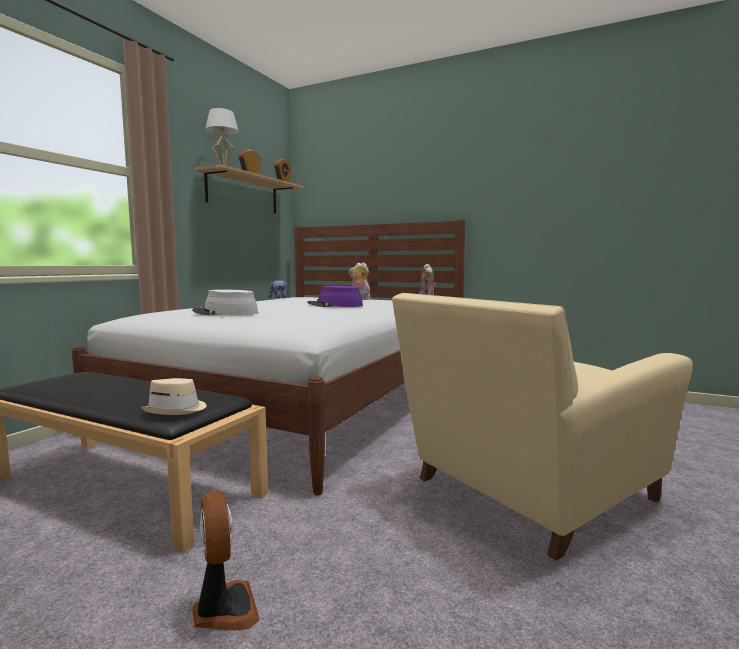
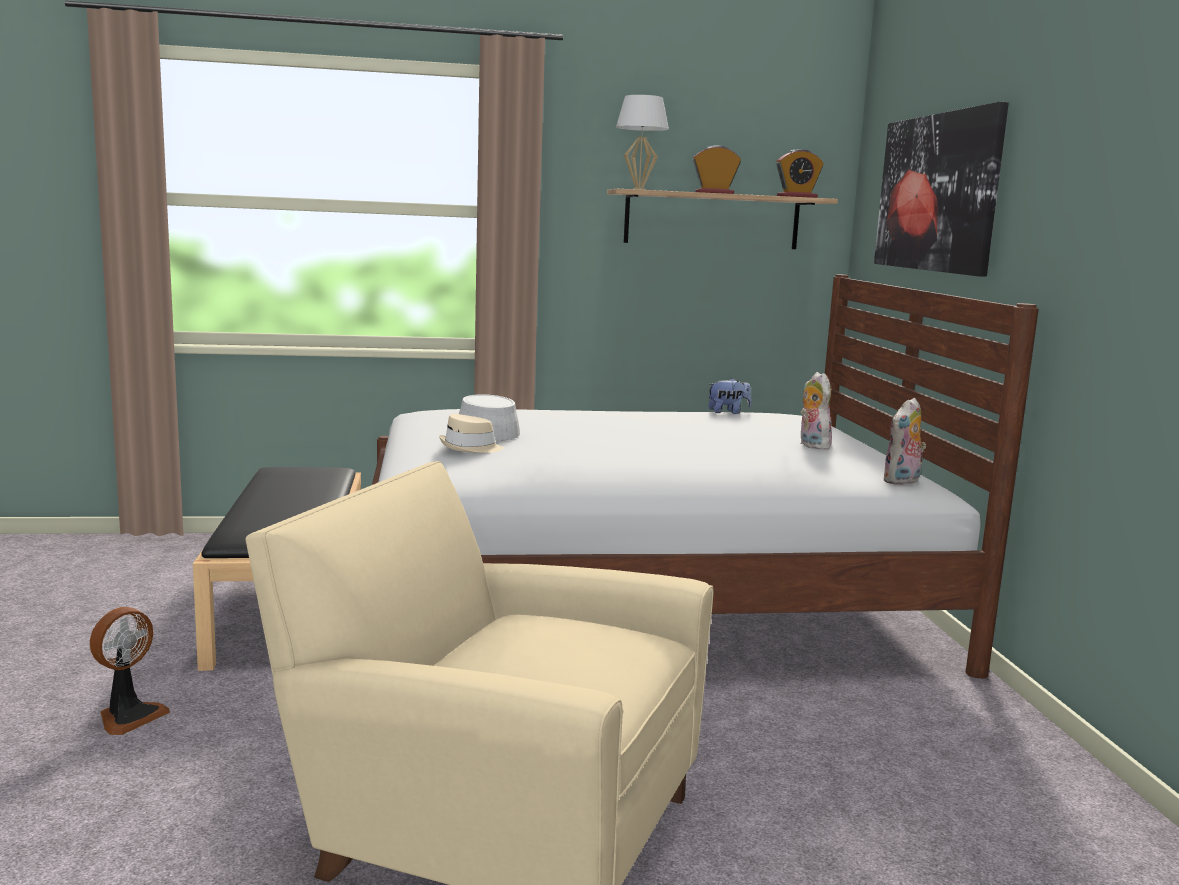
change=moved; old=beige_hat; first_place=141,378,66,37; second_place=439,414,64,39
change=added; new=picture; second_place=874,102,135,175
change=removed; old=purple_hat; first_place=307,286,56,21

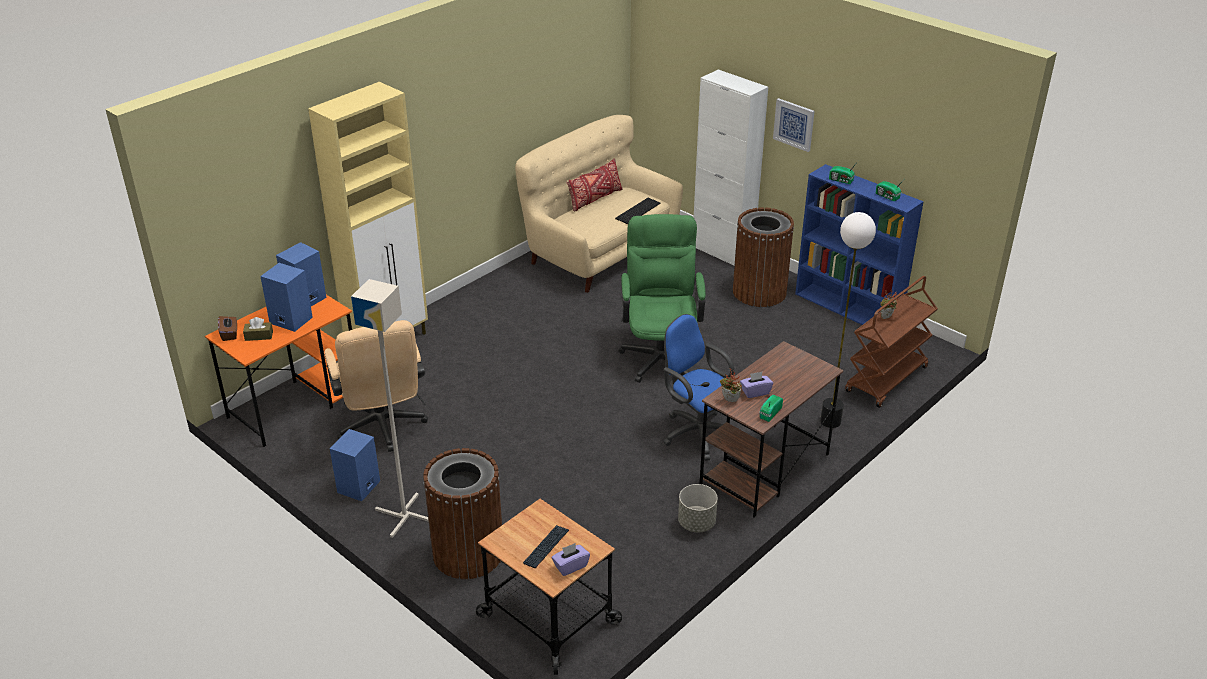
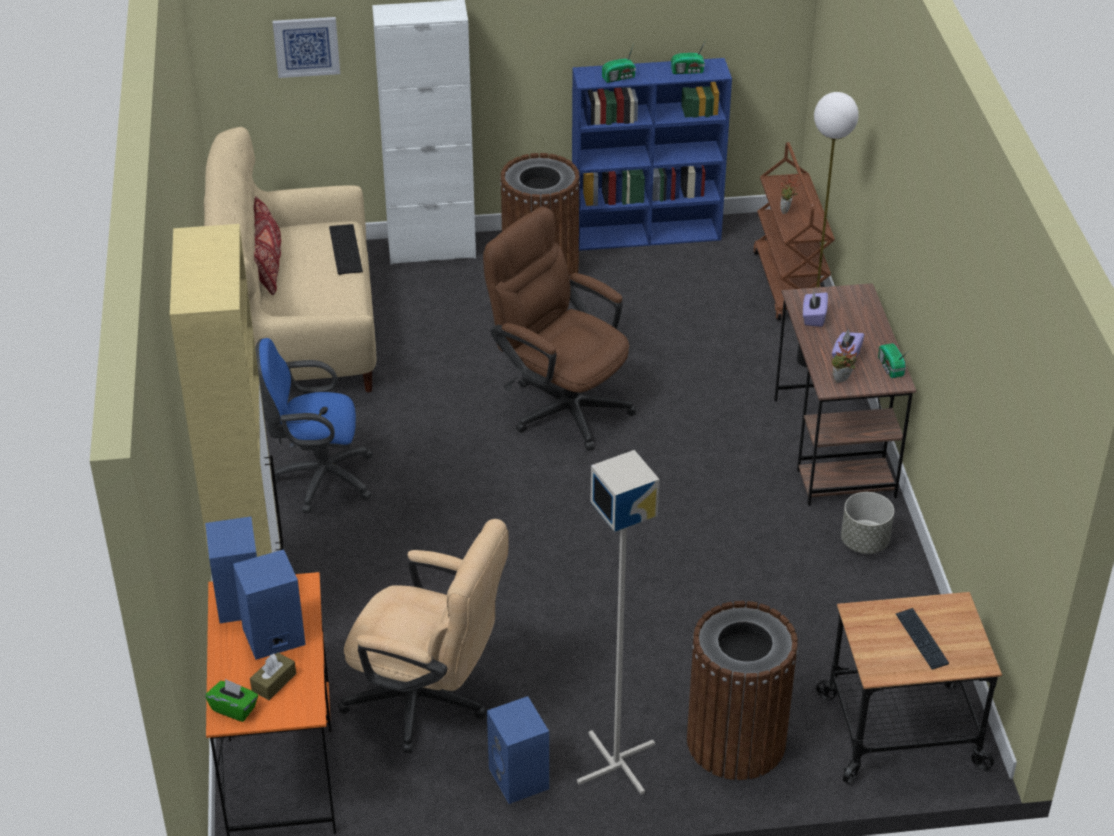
change=recoloured; old=brown_tissue_box; new=green_tissue_box; first_place=218,316,19,25; second_place=205,679,53,43
change=moved; old=blue_office_chair; first_place=663,314,71,147; second_place=255,338,118,175
change=moved; old=picture; first_place=773,98,41,54; second_place=273,17,67,61
change=recoloured; old=green_office_chair; new=brown_office_chair; first_place=619,214,87,169; second_place=483,207,153,244
change=moved; old=purple_tissue_box; first_place=552,543,38,33; second_place=803,291,25,36

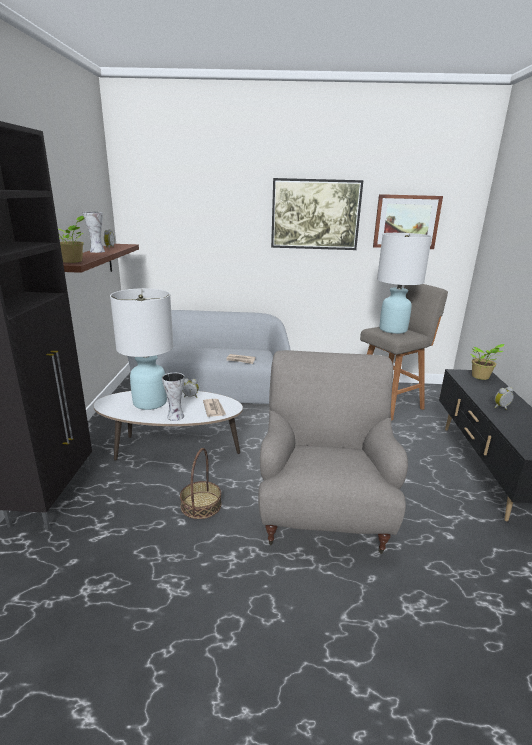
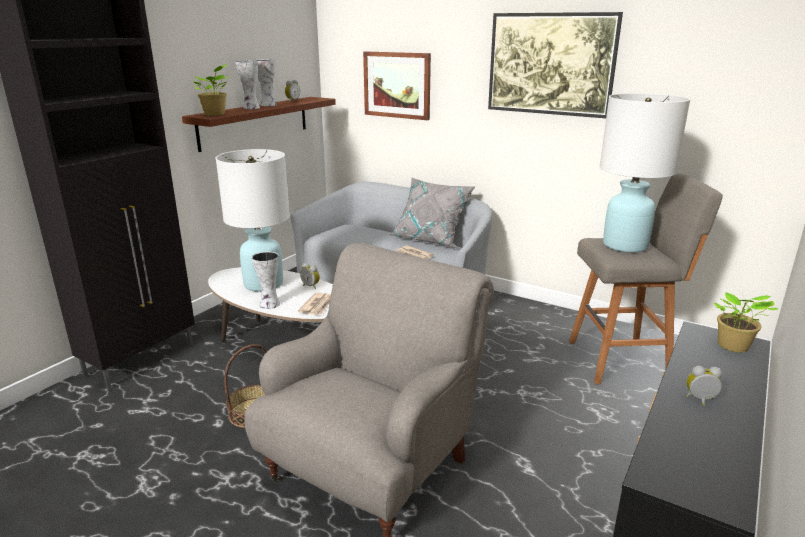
change=added; new=vase; second_place=235,61,25,48
change=moved; old=picture; first_place=373,194,70,55; second_place=363,52,68,68
change=added; new=grey_pillow; second_place=389,178,86,70

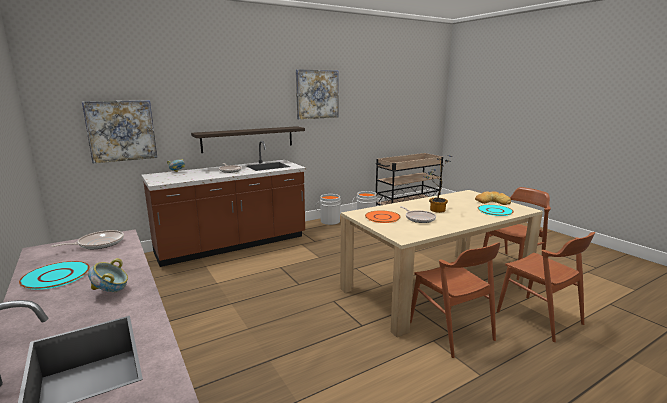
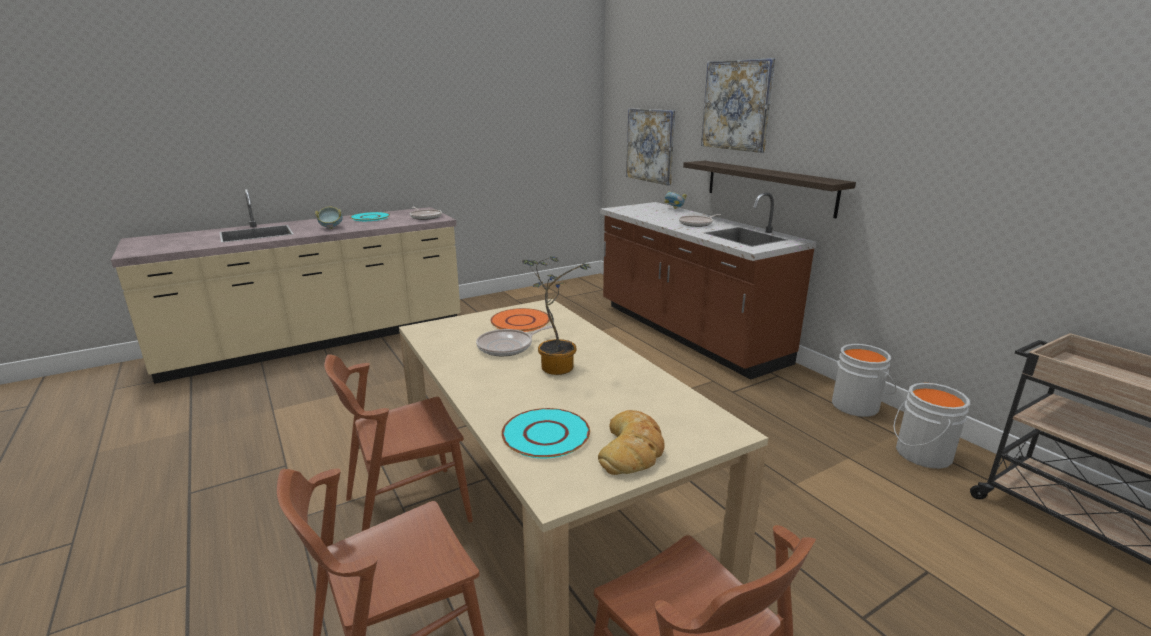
change=moved; old=picture; first_place=296,69,43,50; second_place=701,58,74,95

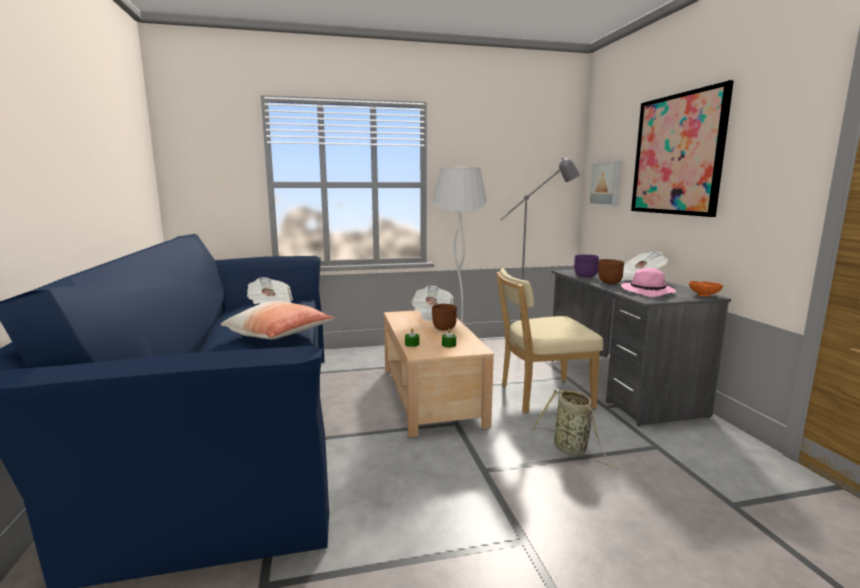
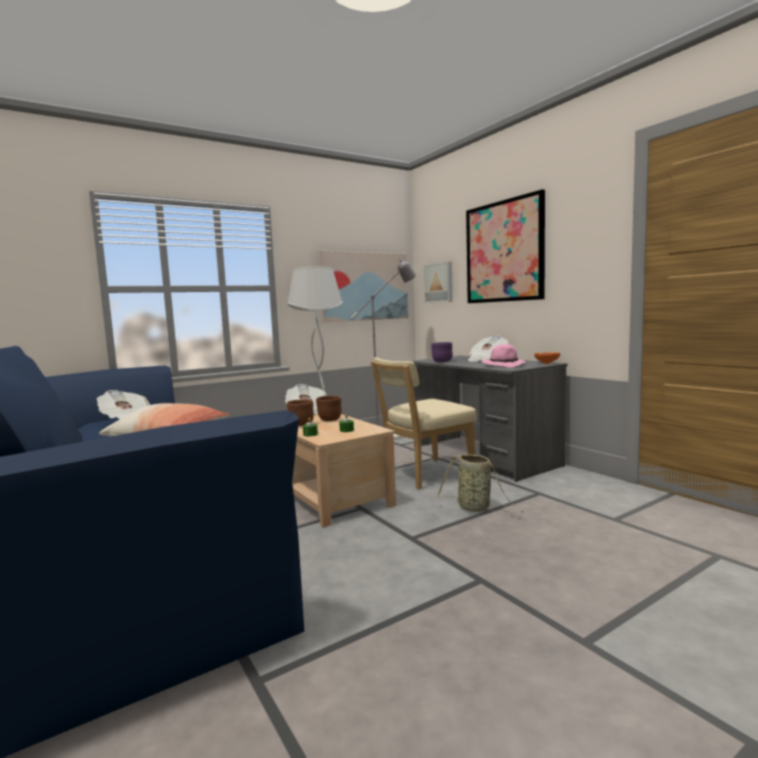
change=moved; old=brown_bowl; first_place=598,259,26,25; second_place=287,400,27,26
change=added; new=picture; second_place=317,251,92,71

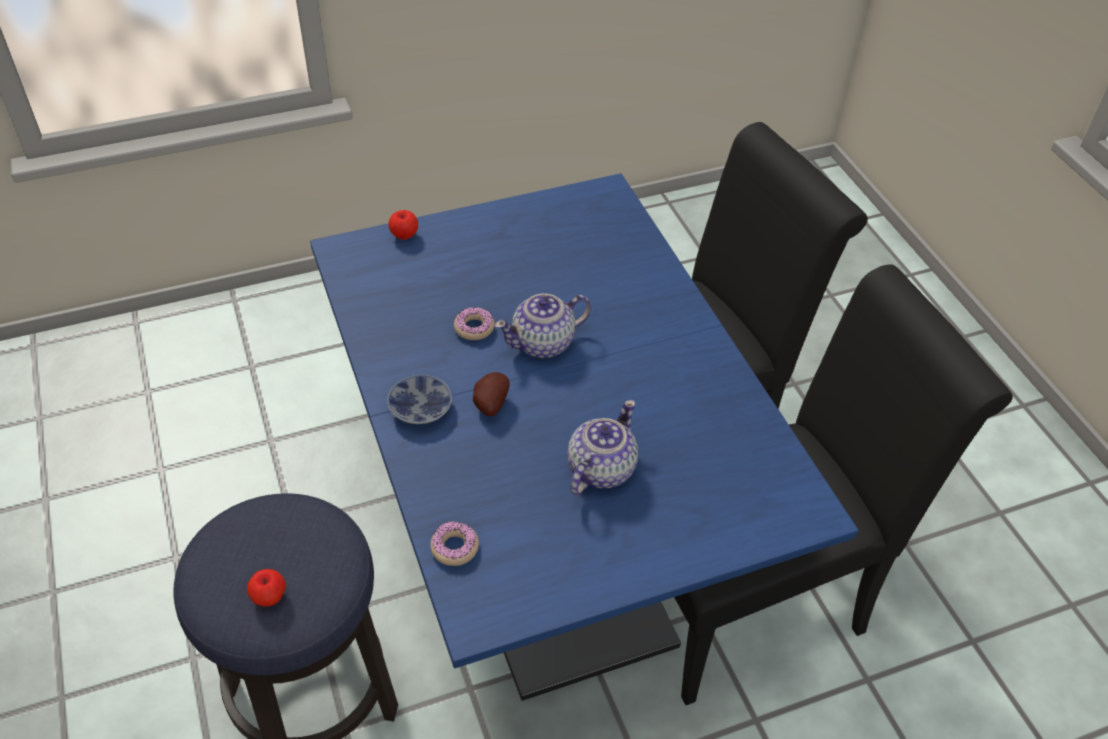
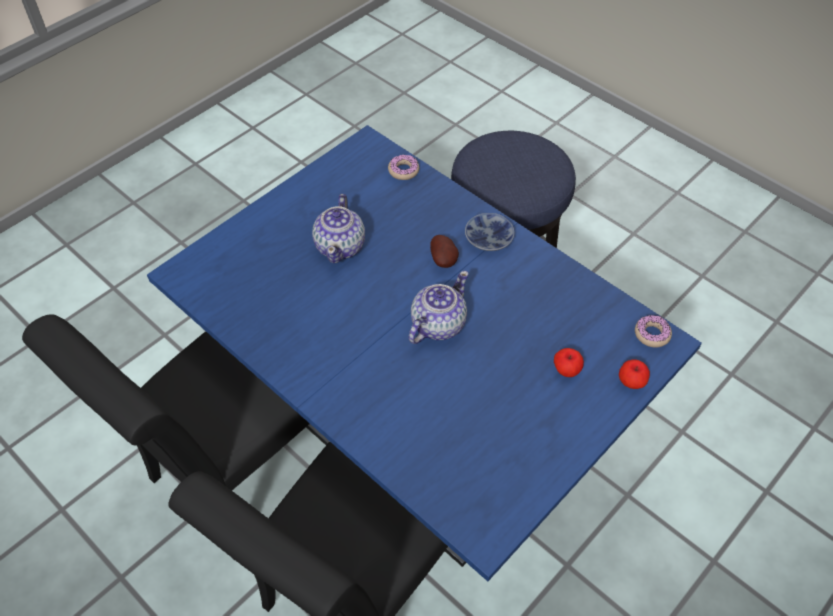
change=moved; old=apple; first_place=247,569,39,37; second_place=554,348,30,29
change=moved; old=donut; first_place=454,307,41,33; second_place=635,315,37,33

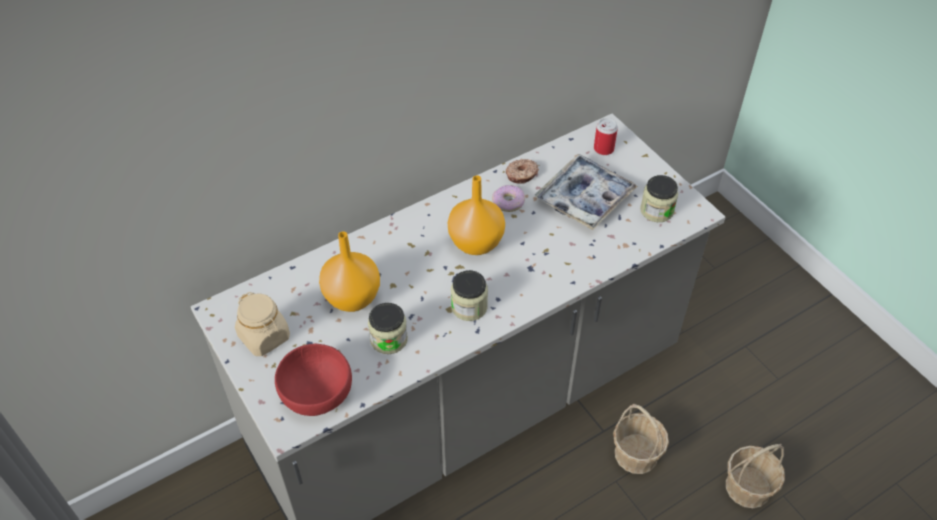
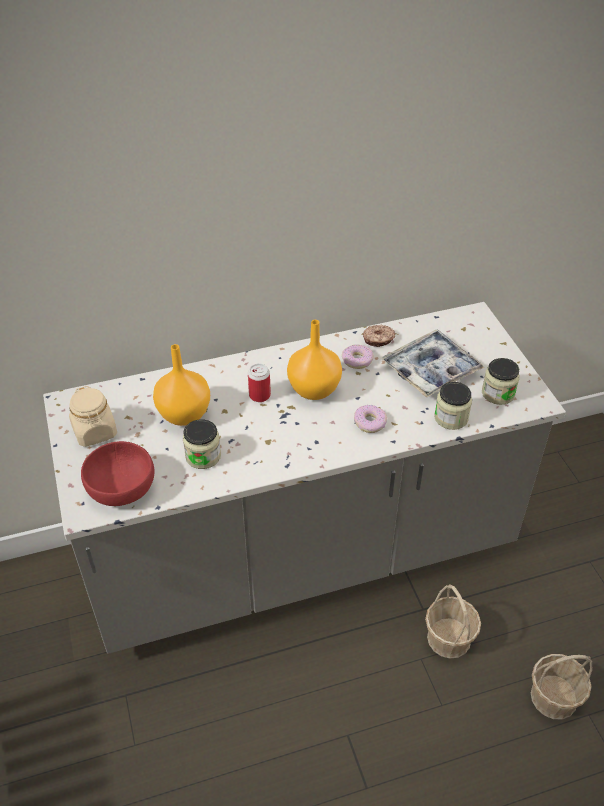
change=moved; old=can; first_place=594,118,24,37; second_place=248,363,23,39
change=added; new=donut; second_place=354,405,33,28
change=moved; old=jar; first_place=451,270,37,51; second_place=434,382,38,48

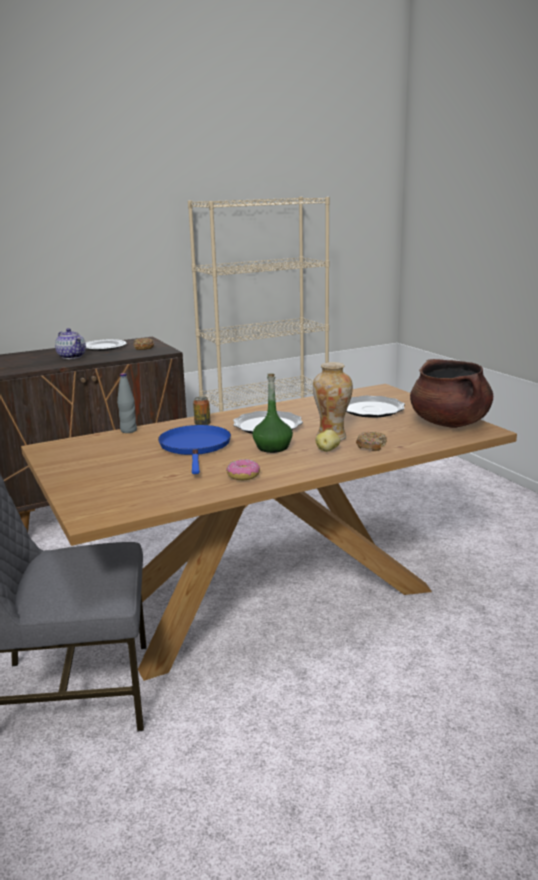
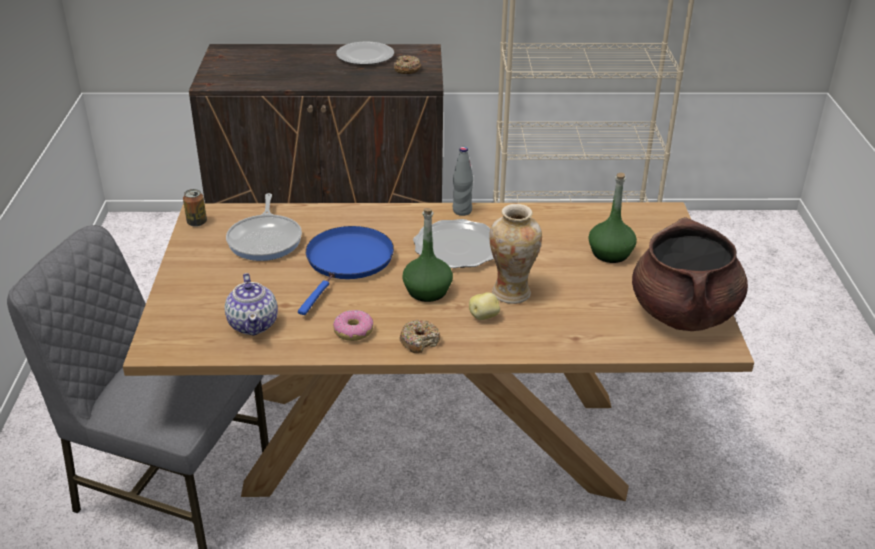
change=moved; old=can; first_place=193,396,17,29; second_place=183,189,24,38
change=moved; old=teapot; first_place=55,328,31,31; second_place=224,273,54,63
change=added; new=frying_pan; second_place=226,193,76,68
change=moved; old=donut; first_place=356,432,31,19; second_place=400,320,40,33
change=moved; old=grey_bottle; first_place=117,373,20,60; second_place=453,147,20,69
change=replaced; old=plate; new=green_bottle; first_place=346,396,59,21; second_place=588,173,49,90

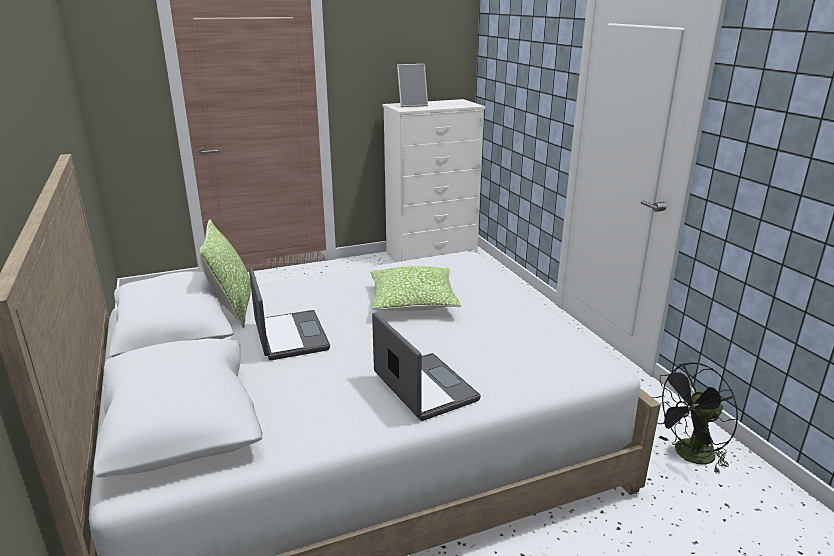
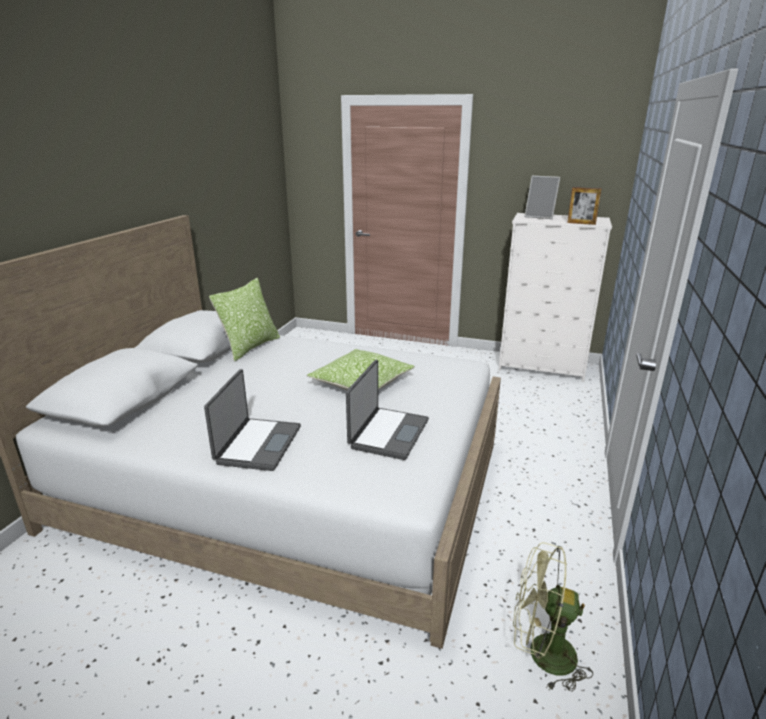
change=moved; old=laptop; first_place=249,267,81,93; second_place=346,360,83,100
change=recoloured; old=black_fan; new=green_fan; first_place=652,362,86,112; second_place=513,542,80,150
change=added; new=picture_frame; second_place=567,187,34,38

